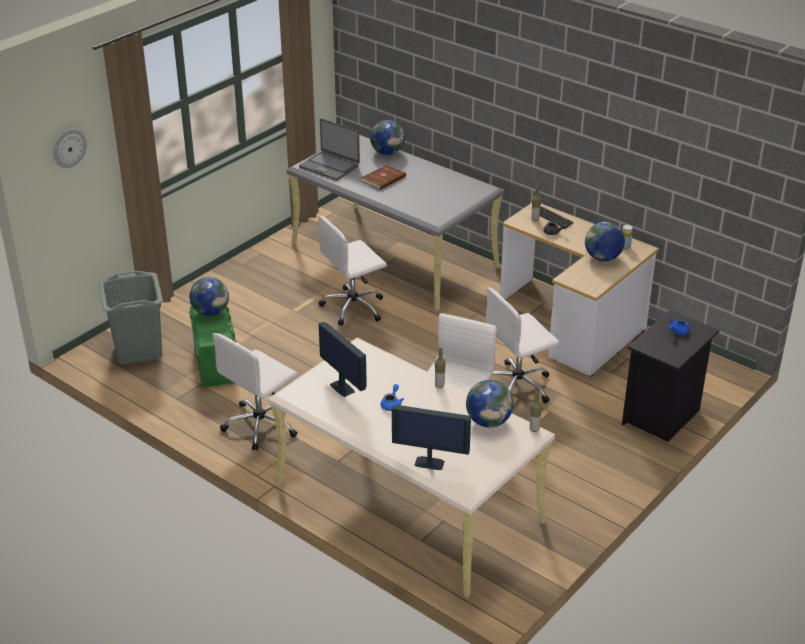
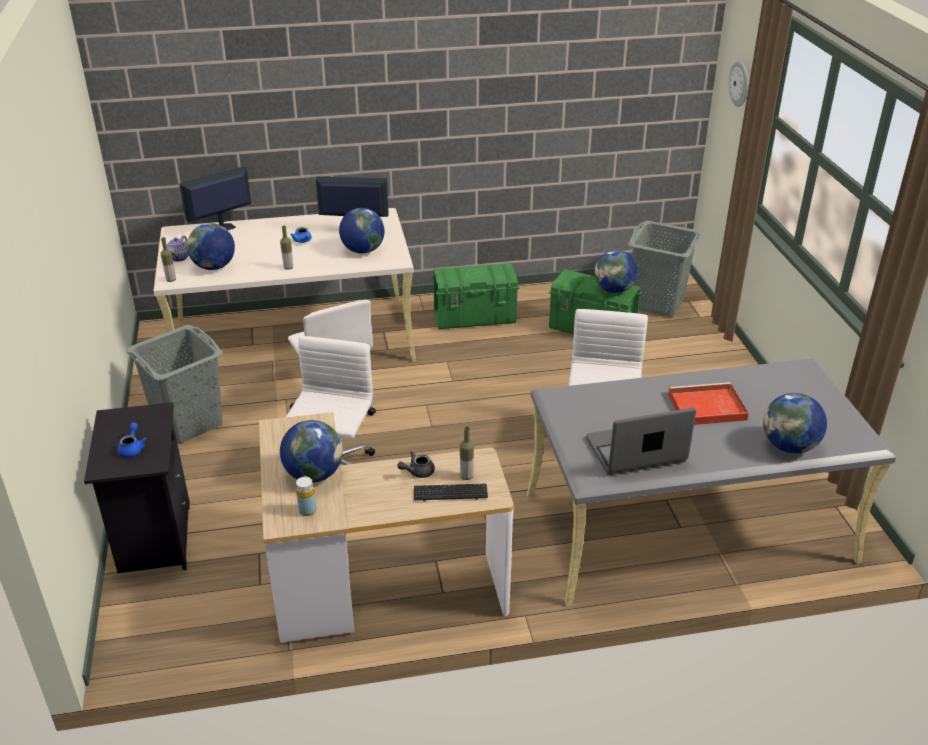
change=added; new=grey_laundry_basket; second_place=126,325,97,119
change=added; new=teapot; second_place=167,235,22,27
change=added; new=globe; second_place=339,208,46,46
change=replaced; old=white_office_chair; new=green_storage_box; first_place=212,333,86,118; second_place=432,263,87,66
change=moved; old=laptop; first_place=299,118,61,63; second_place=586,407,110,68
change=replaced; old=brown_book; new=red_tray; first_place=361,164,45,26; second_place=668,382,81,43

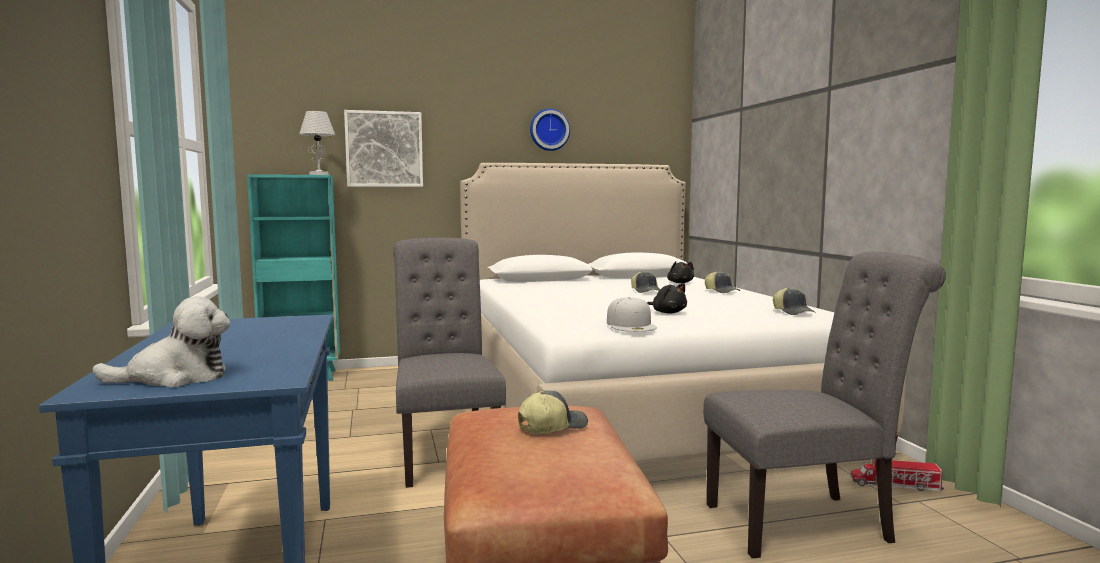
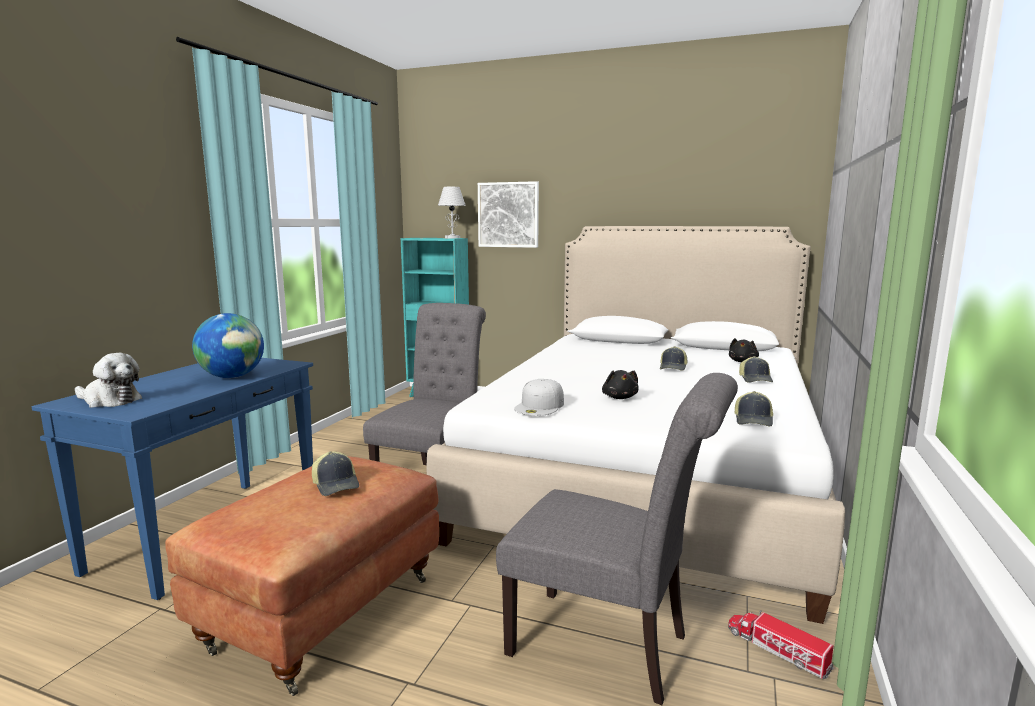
change=added; new=globe; second_place=192,313,72,65
change=turned; old=cap; first_place=518,391,70,43; second_place=312,452,47,44; degrees=60
change=removed; old=wall_clock; first_place=530,109,40,42

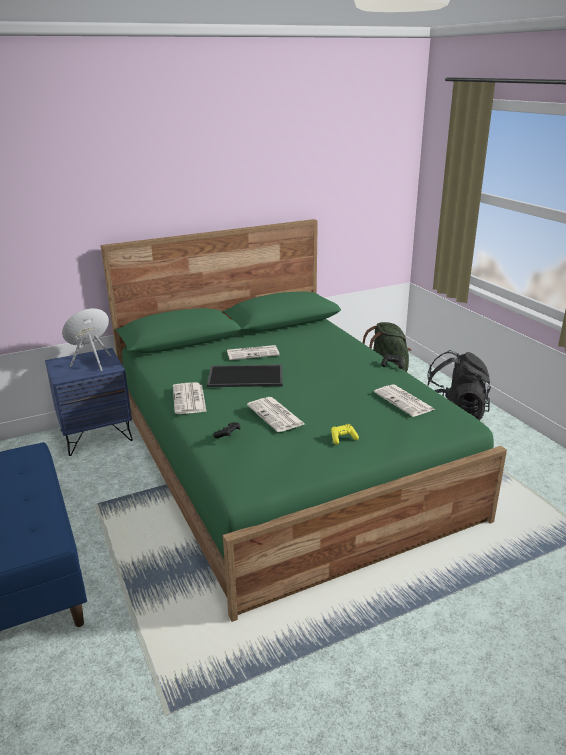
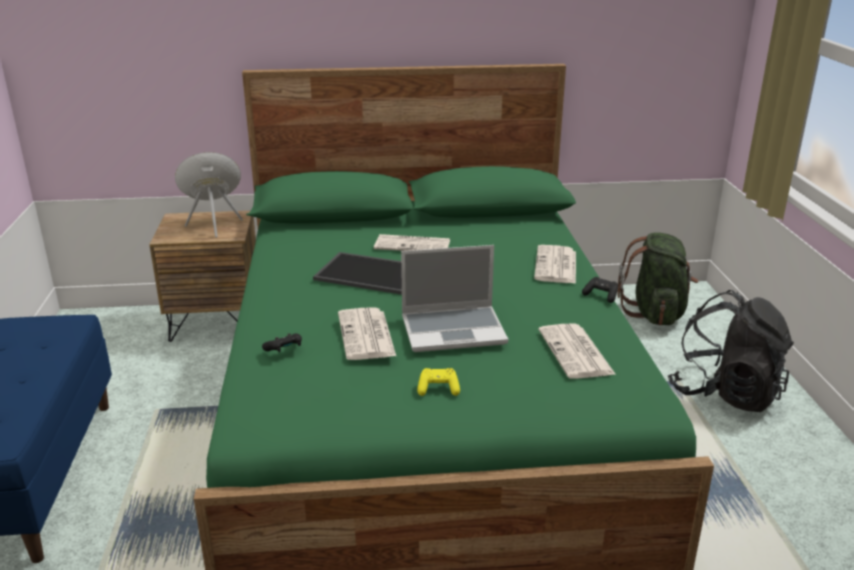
change=recoloured; old=blue_nightstand; new=brown_nightstand; first_place=45,348,88,108; second_place=149,211,107,131
change=added; new=laptop; second_place=401,245,107,107
change=moved; old=newspaper; first_place=173,382,33,32; second_place=534,245,42,39

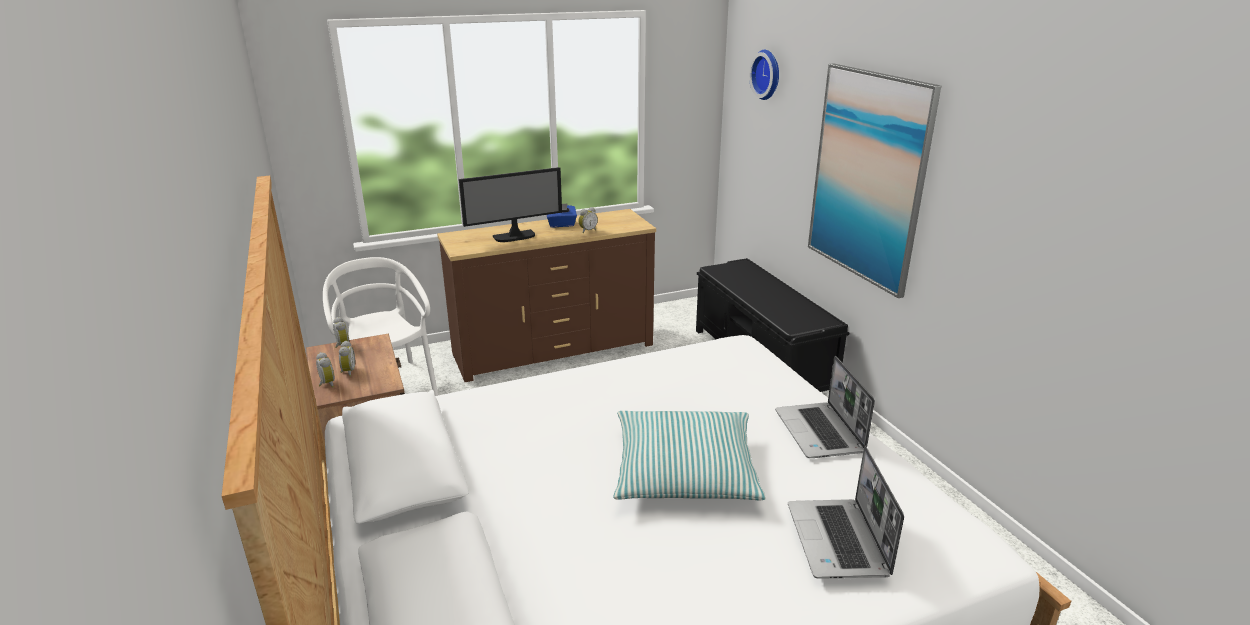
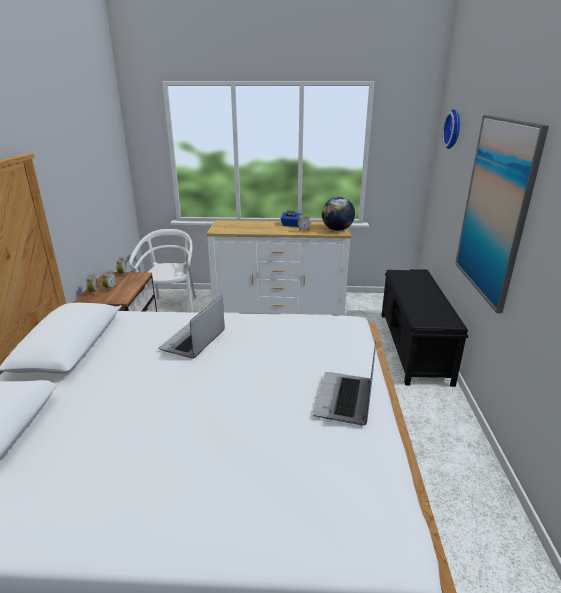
change=moved; old=laptop; first_place=788,446,116,133; second_place=159,295,66,64
change=recoloured; old=brown_dresser; new=white_dresser; first_place=437,209,219,173; second_place=206,220,145,96
change=added; new=globe; second_place=322,197,33,34
change=removed; old=monitor; first_place=459,167,103,75
change=removed; old=pillow; first_place=613,411,153,89

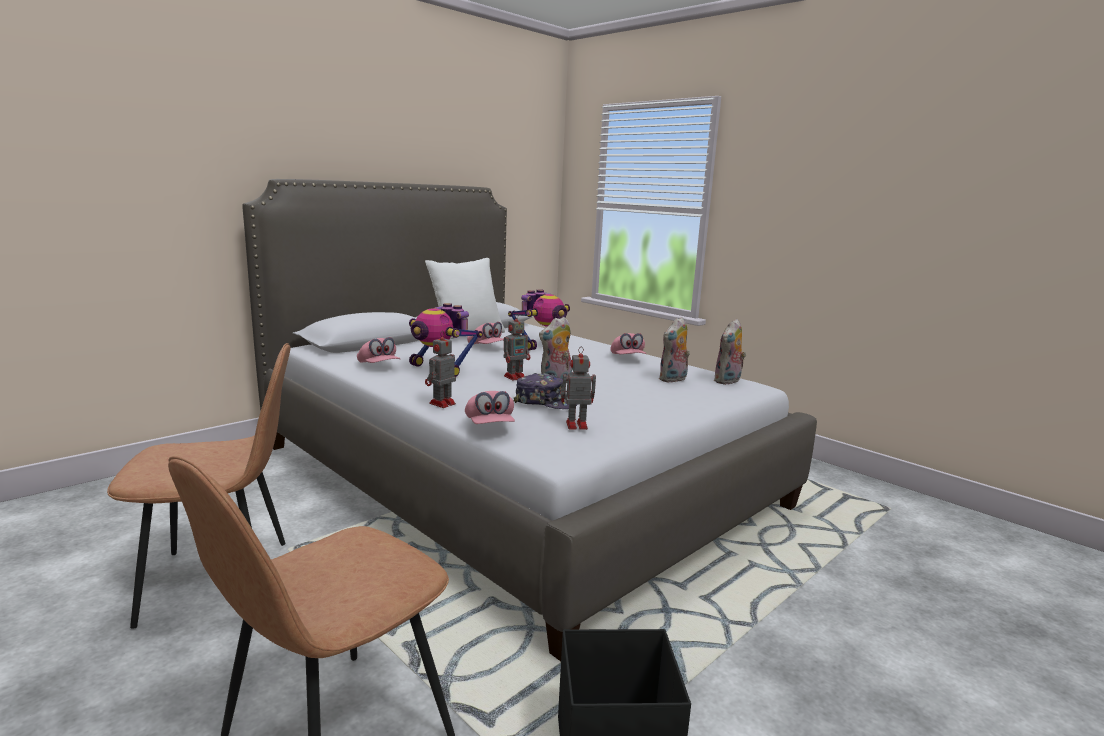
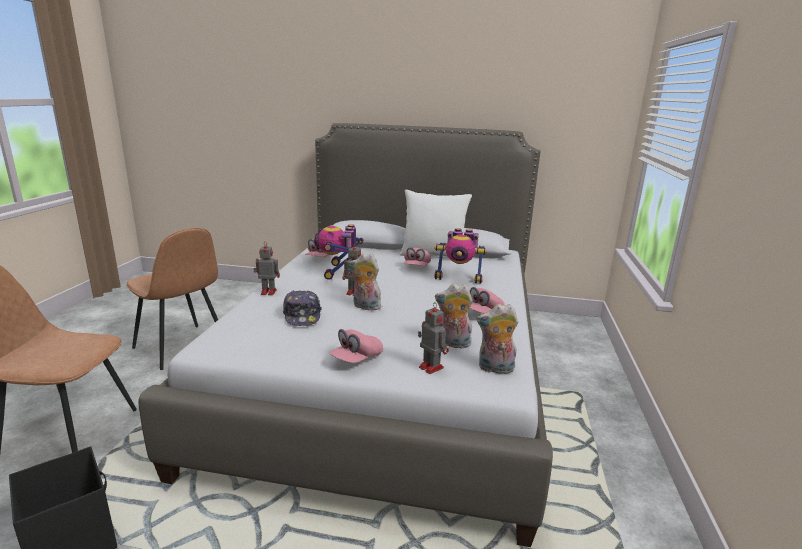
change=moved; old=pink_cap; first_place=465,391,50,33; second_place=329,329,54,34
change=moved; old=toy_robot; first_place=560,346,36,84; second_place=418,304,31,70

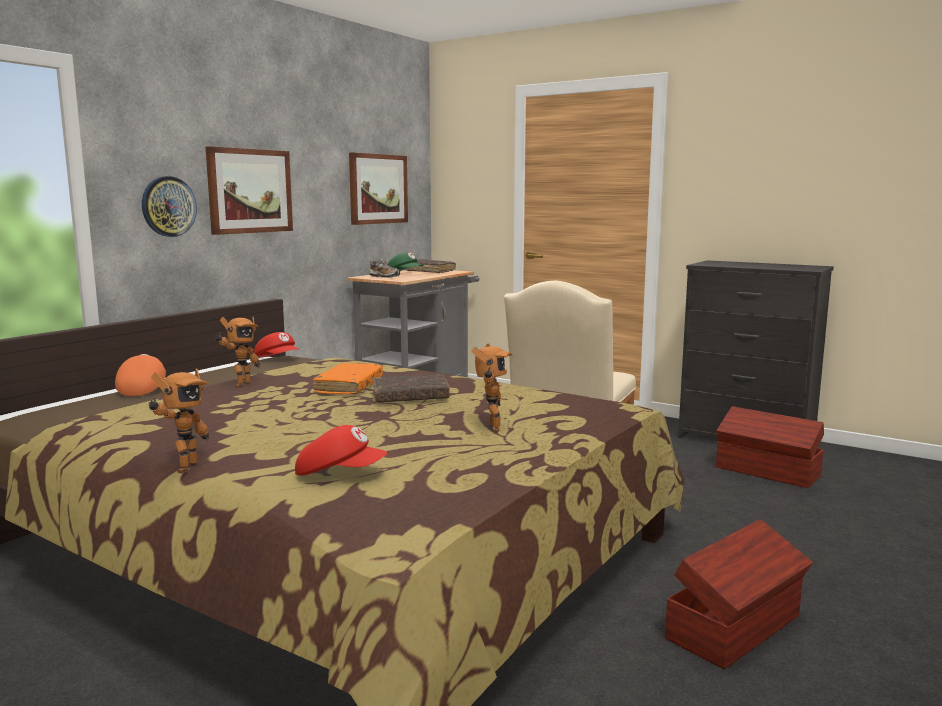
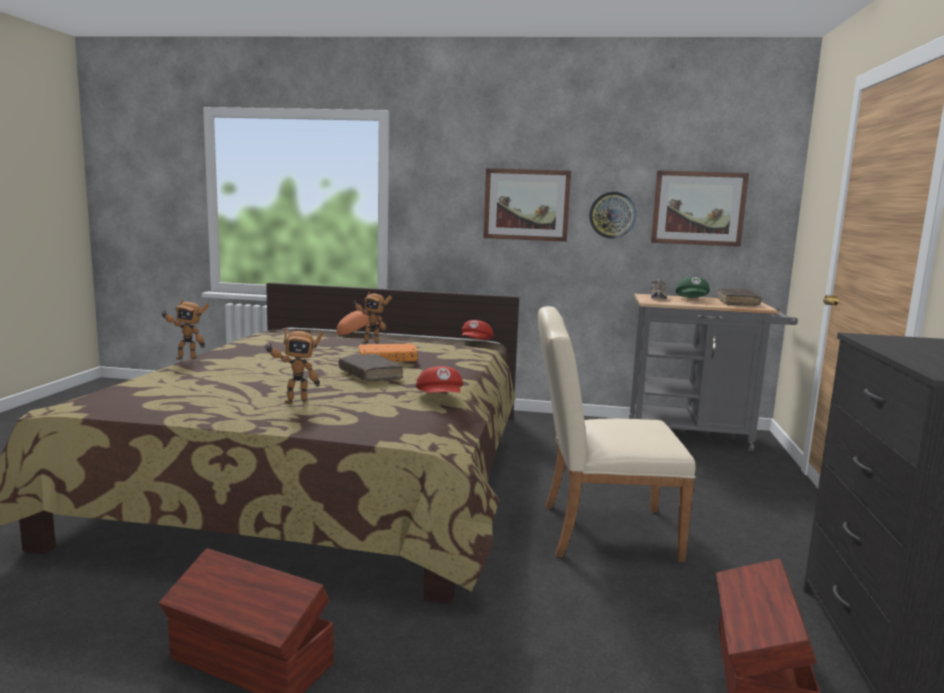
change=moved; old=red_cap; first_place=295,425,92,51; second_place=416,366,47,27
change=moved; old=wall_clock; first_place=142,176,55,61; second_place=589,192,47,47

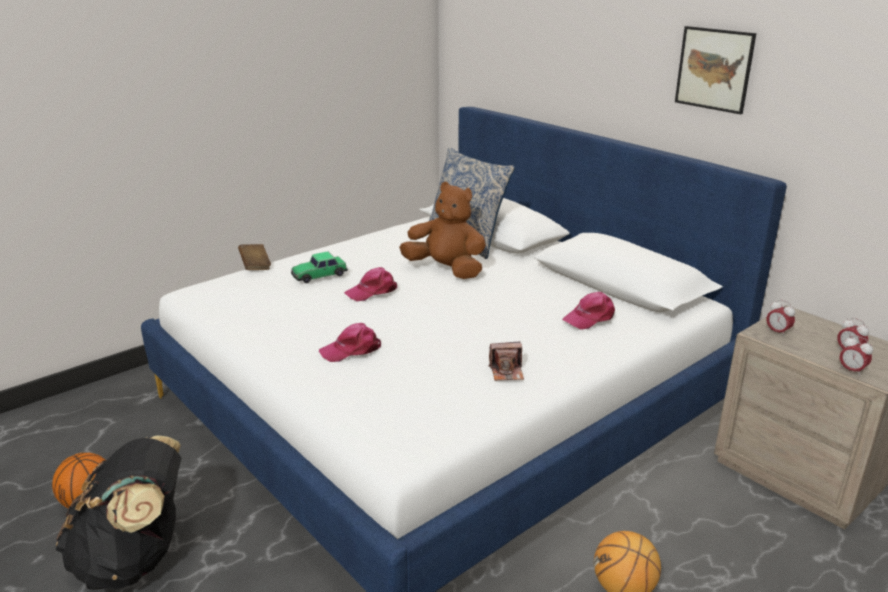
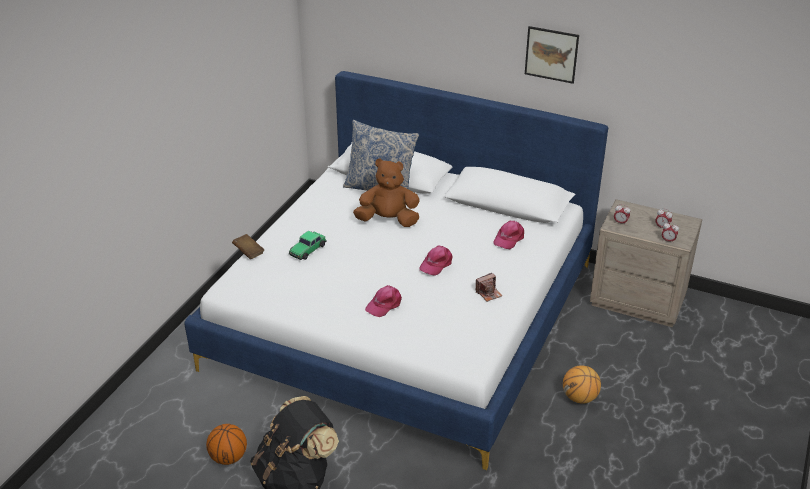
change=moved; old=pink_cap; first_place=344,267,53,34; second_place=419,245,33,31

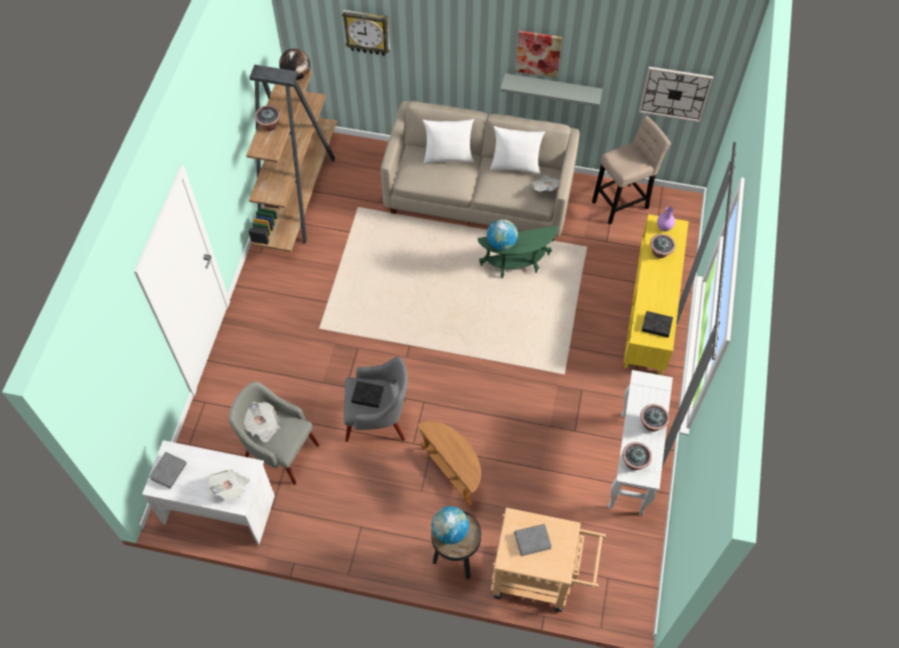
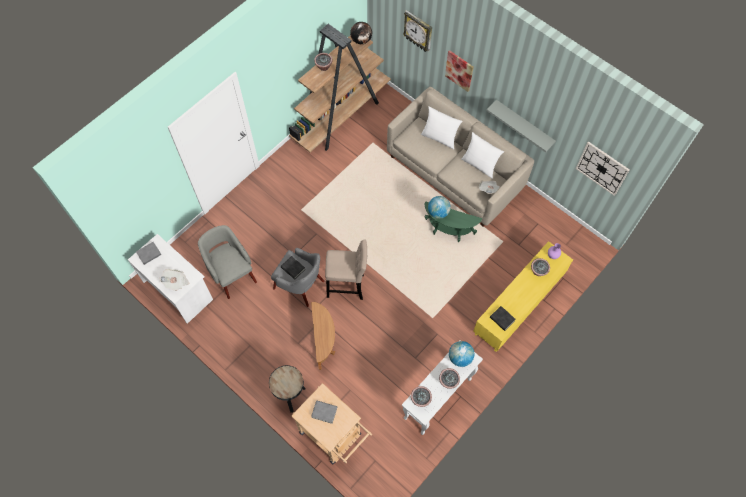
change=moved; old=beige_stool; first_place=592,116,79,109; second_place=325,239,43,61
change=moved; old=picture; first_place=516,30,46,48; second_place=445,50,29,42
change=moved; old=globe; first_place=432,506,37,38; second_place=449,341,25,26
change=removed; old=newspaper; first_place=244,401,36,42

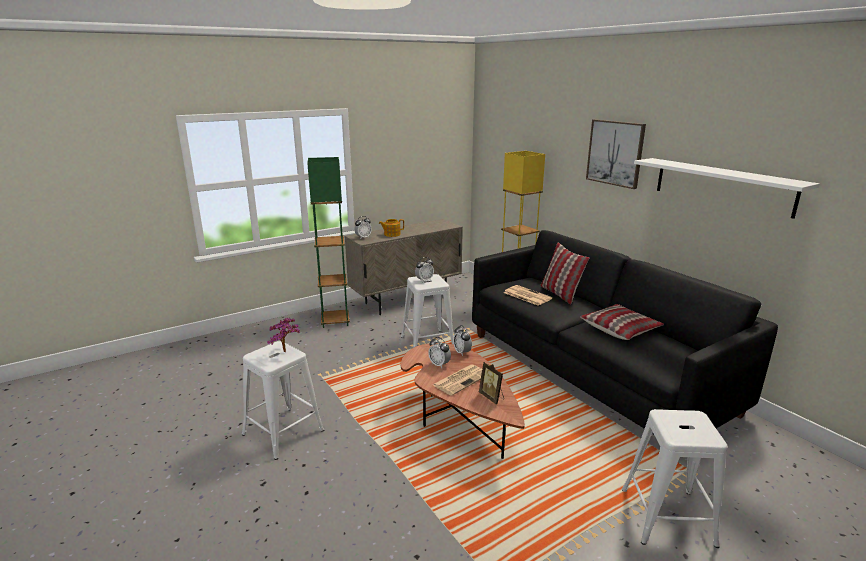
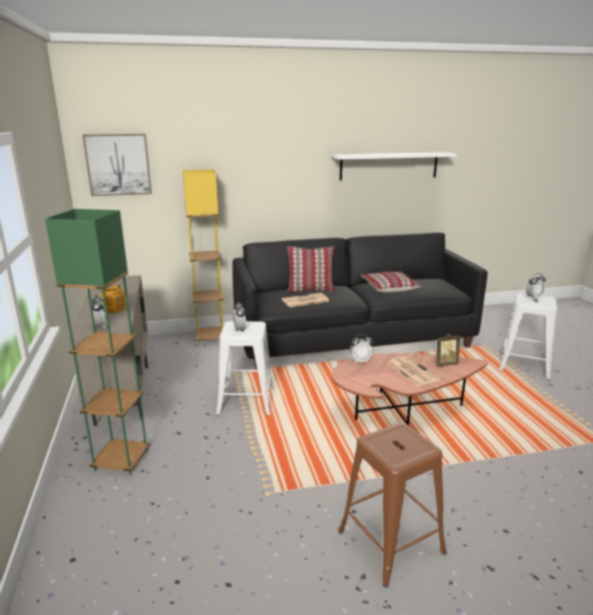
change=moved; old=picture; first_place=586,119,60,70; second_place=83,134,69,62
change=recoloured; old=white_stool; new=brown_stool; first_place=242,341,82,119; second_place=338,423,109,164
change=moved; old=alarm_clock; first_place=428,337,23,31; second_place=526,273,20,27
change=removed; old=potted_plant; first_place=267,318,33,34

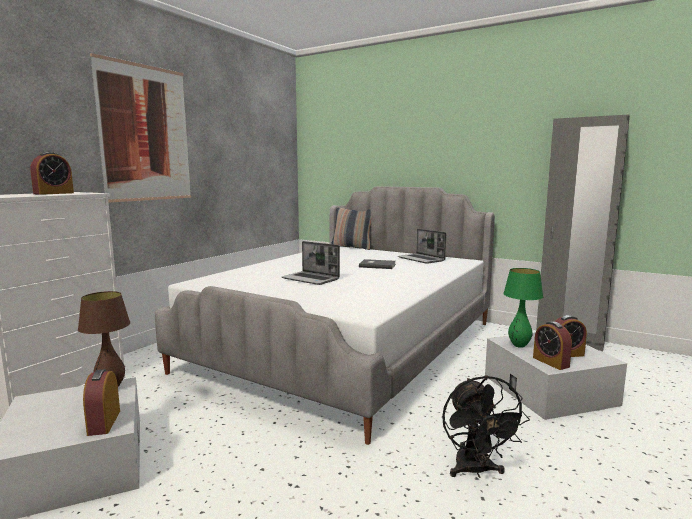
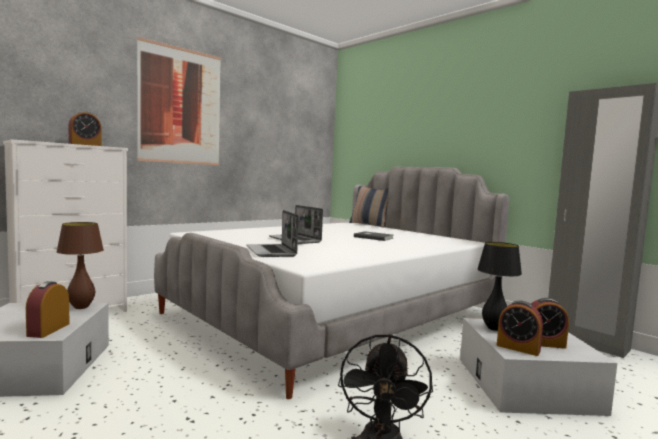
change=moved; old=laptop; first_place=398,229,48,35; second_place=246,210,53,47
change=recoloured; old=green_table_lamp; new=black_table_lamp; first_place=503,268,40,80; second_place=478,242,44,89
change=turned; old=alarm_clock; first_place=533,321,39,49; second_place=497,301,46,55; degrees=-45

